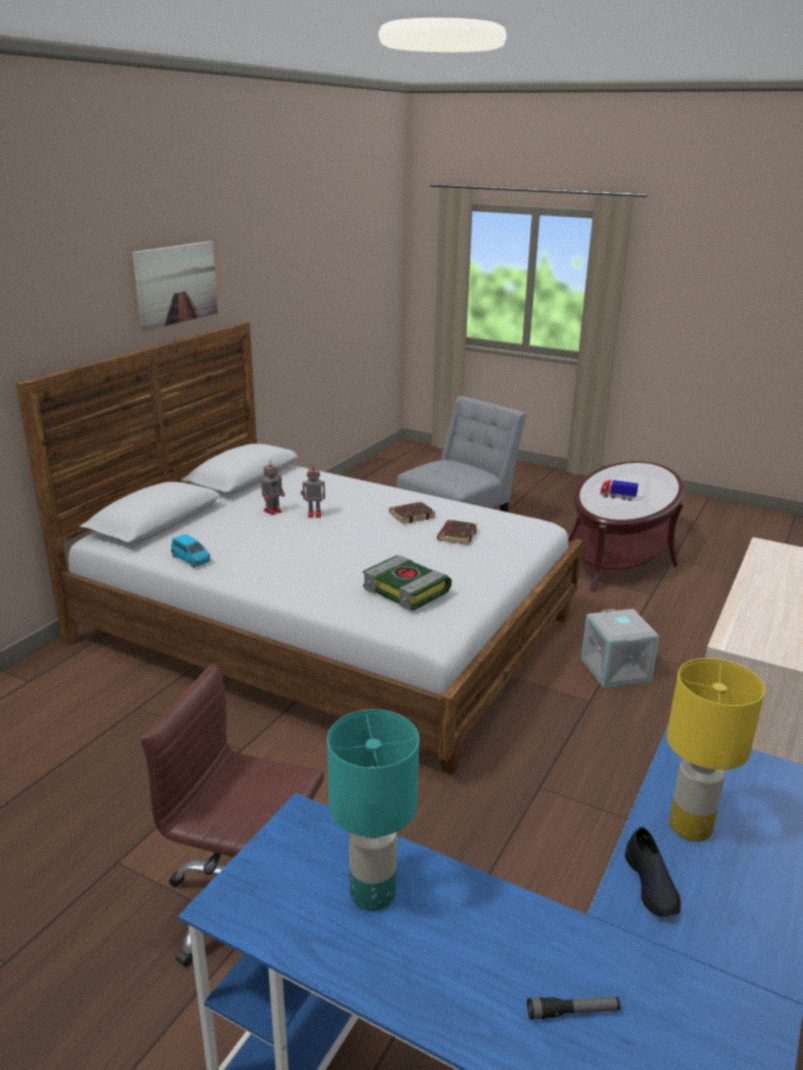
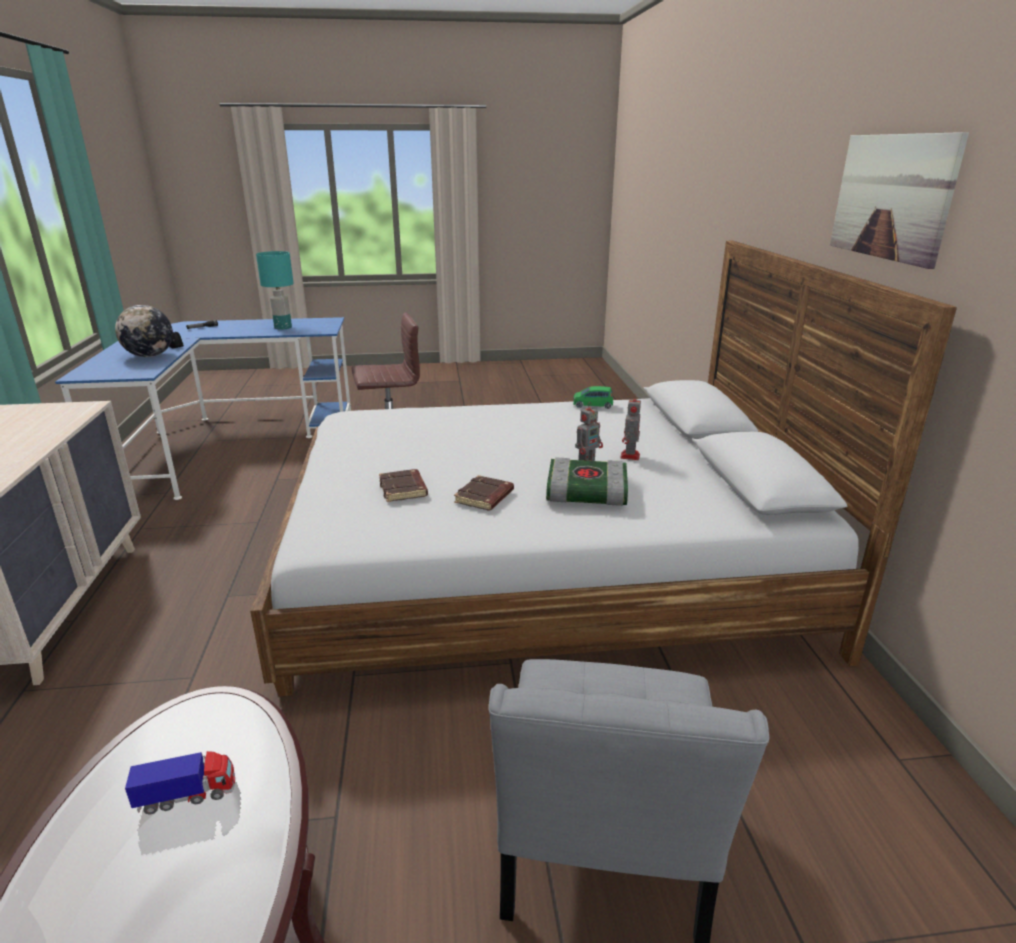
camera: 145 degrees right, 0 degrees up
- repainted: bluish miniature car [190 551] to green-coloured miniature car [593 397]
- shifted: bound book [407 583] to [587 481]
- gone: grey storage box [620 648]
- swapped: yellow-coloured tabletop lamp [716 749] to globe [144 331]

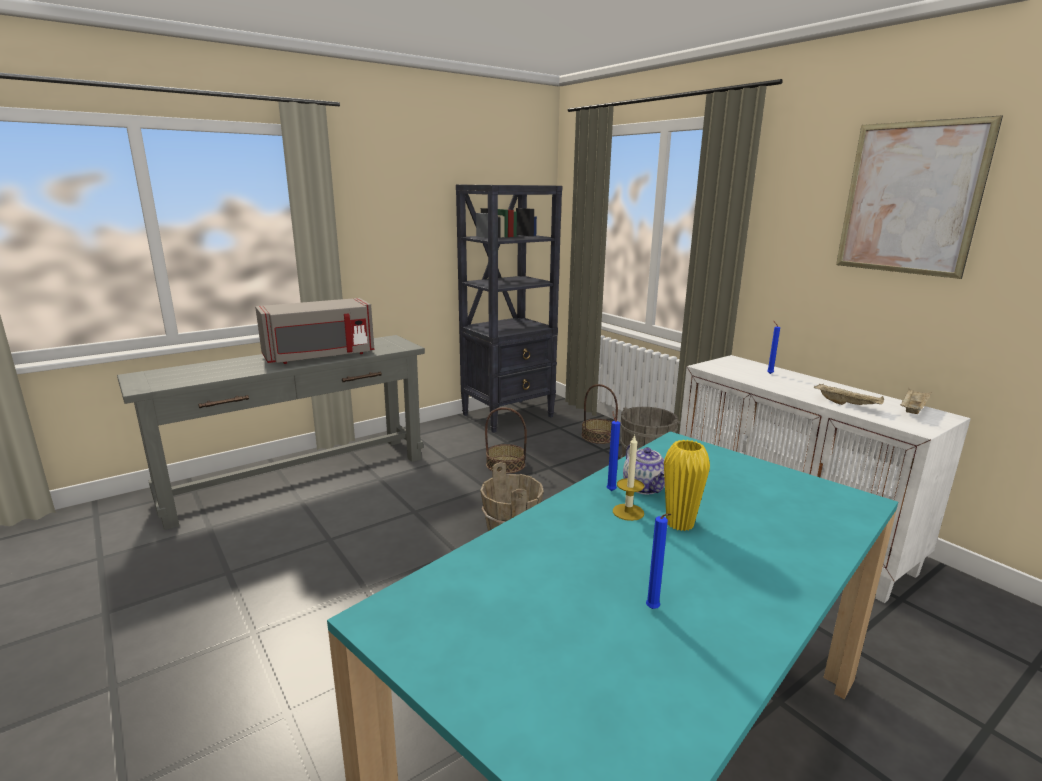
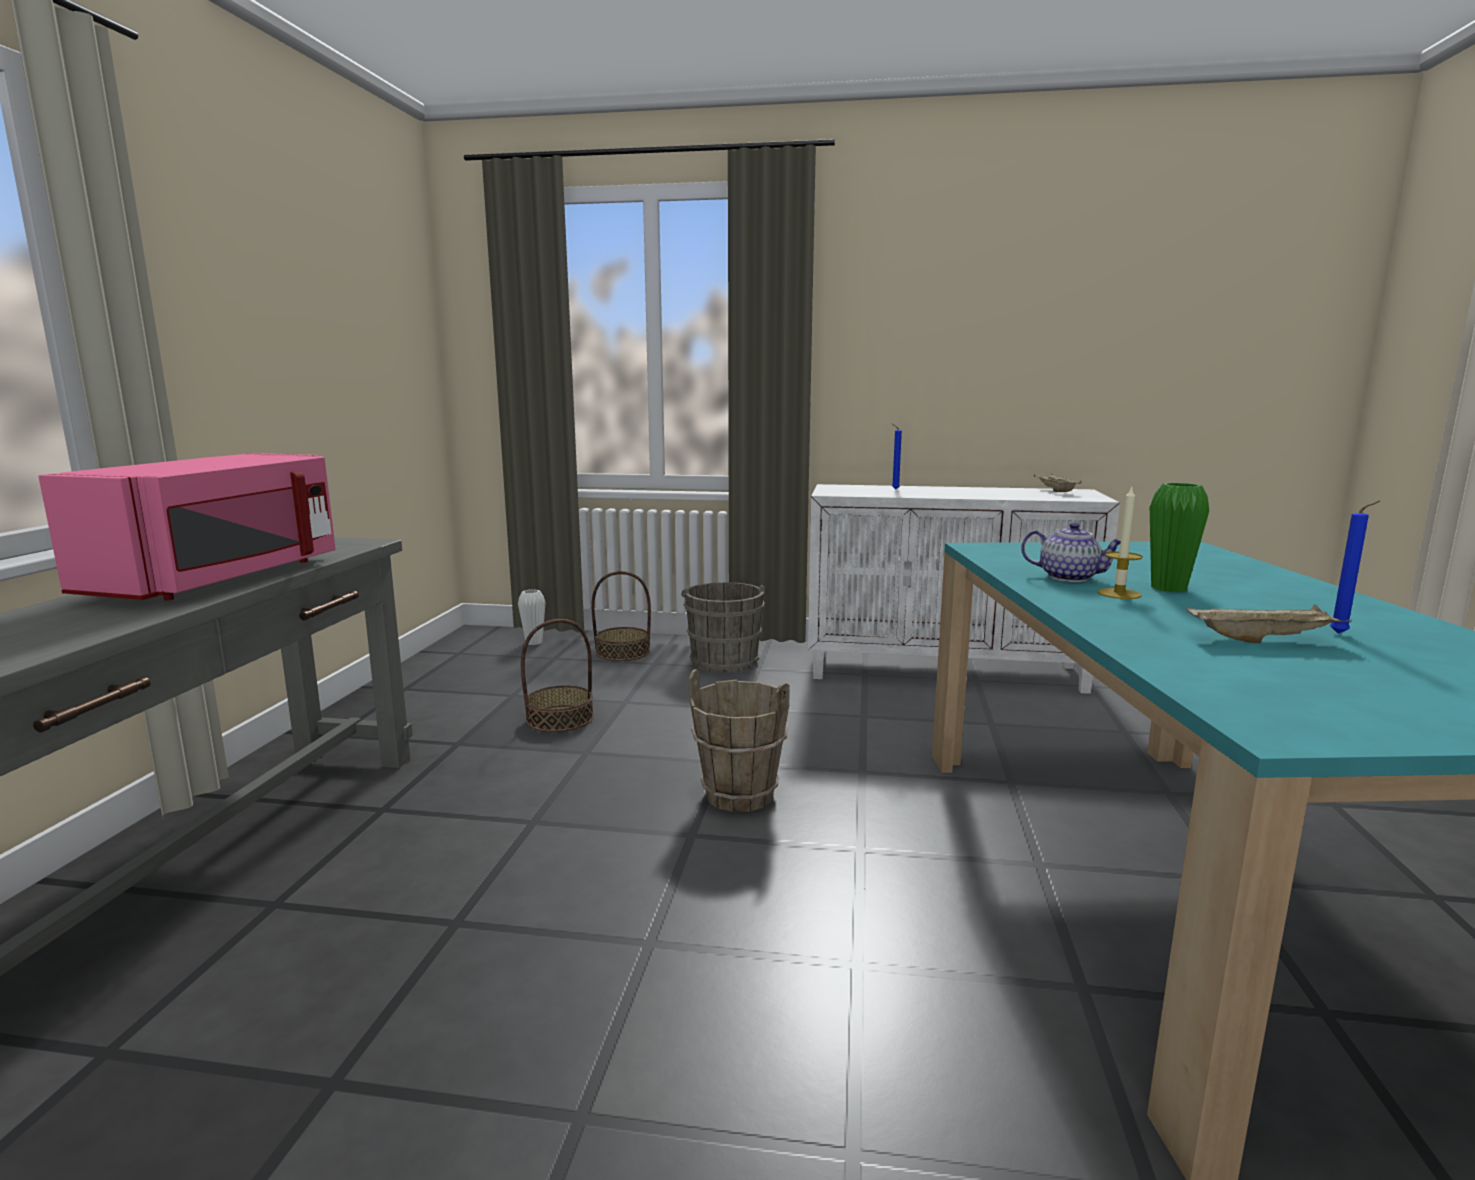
camera: 45 degrees left, 5 degrees down
- gone: wall art [919 197]
- gone: black-coloured bookcase [509 309]
- repainted: grey microwave [314 331] to pink microwave [186 526]
- shifted: beige serving tray [849 394] to [1269 623]
- gone: bluish candle [613 451]
- repainted: yellow-coloured decorative vase [687 485] to green-coloured decorative vase [1179 537]
- new: whitish decorative vase [531 617]

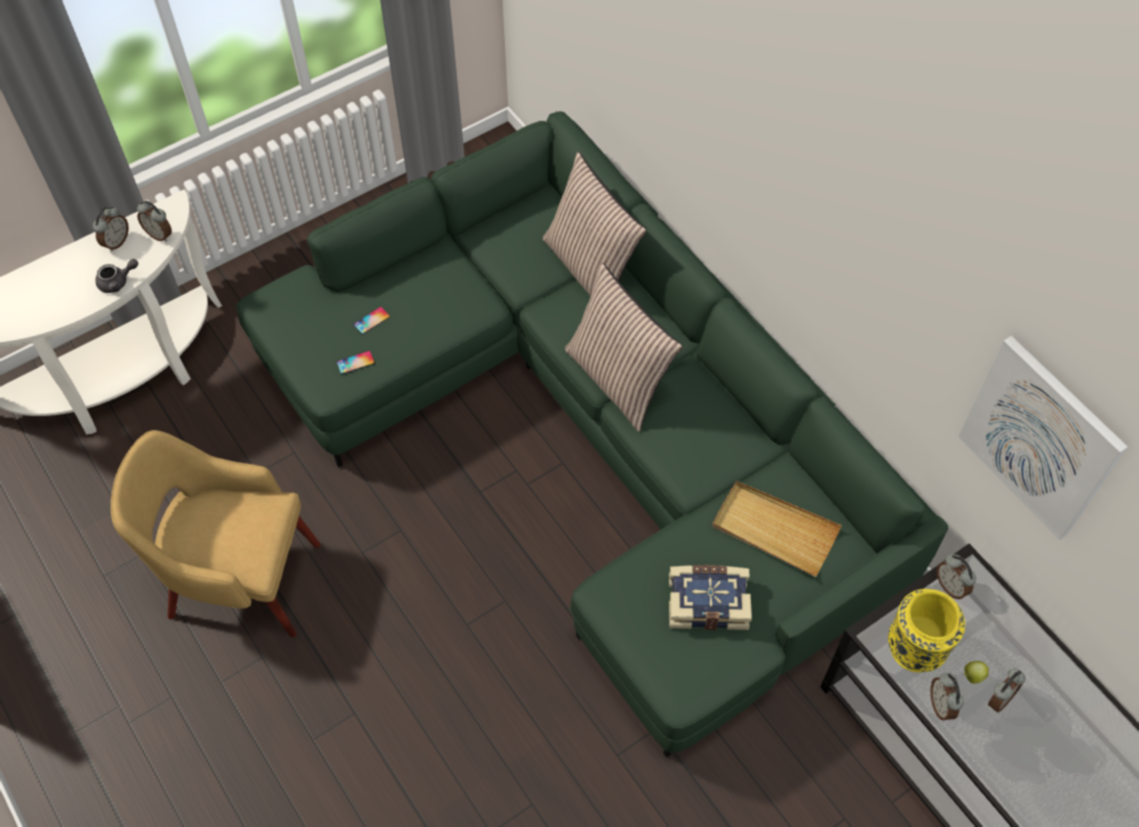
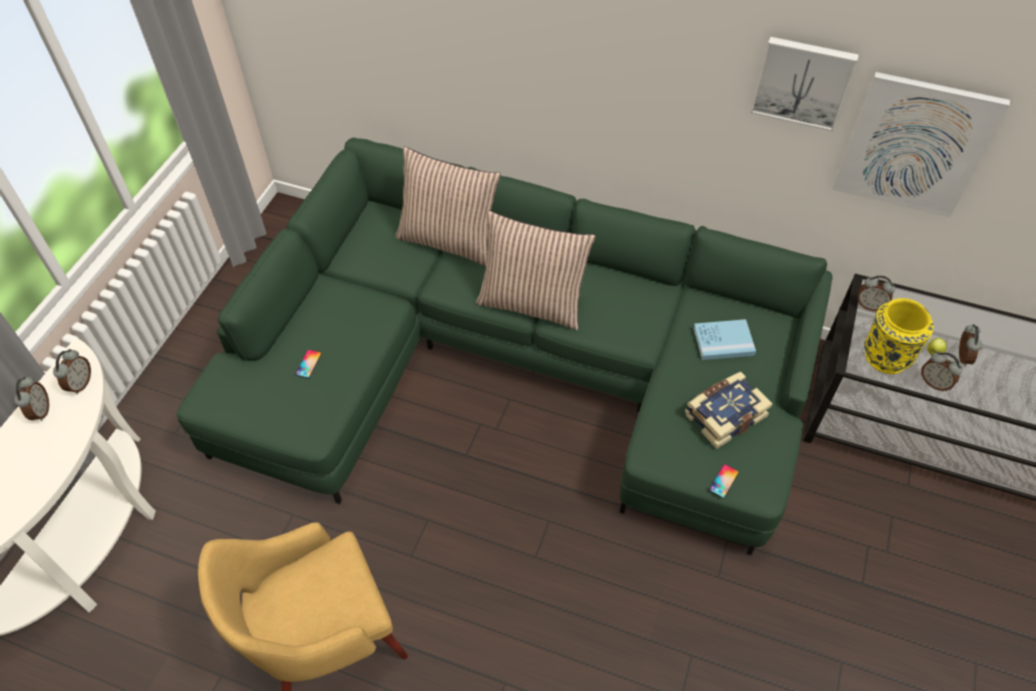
camera: 35 degrees left, 5 degrees down
- rotated: table clock [154 221] = [72 371] 75 degrees counterclockwise
- gone: grey tea pot [116 276]
- shifted: phone [356 362] to [724 481]
- swapped: beige serving tray [777 529] to bluish bound book [724 339]
- new: wall art [805 84]

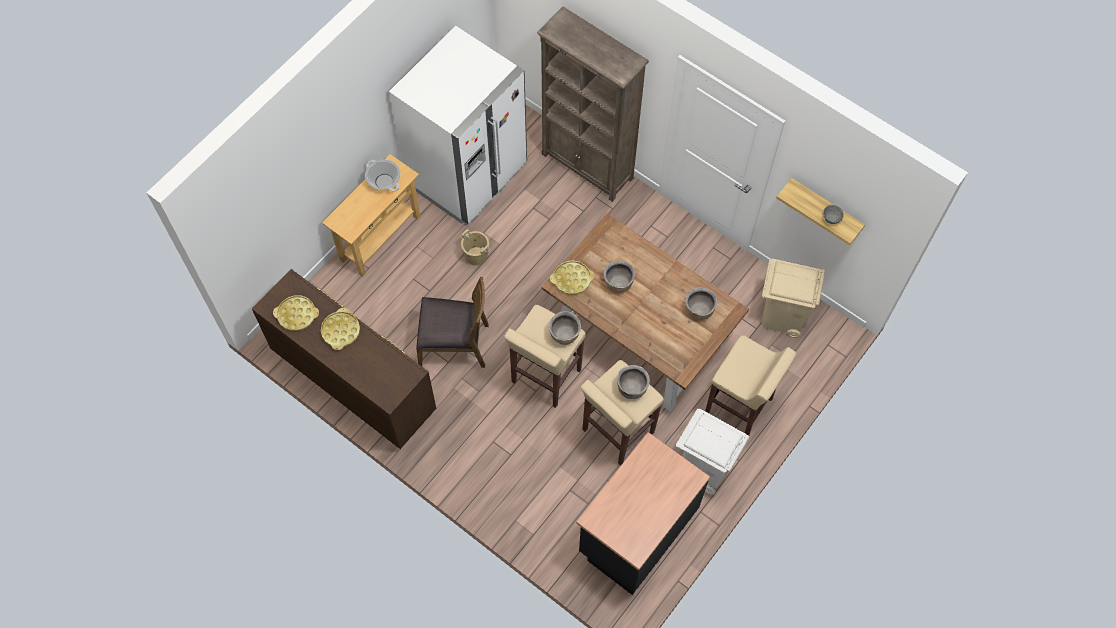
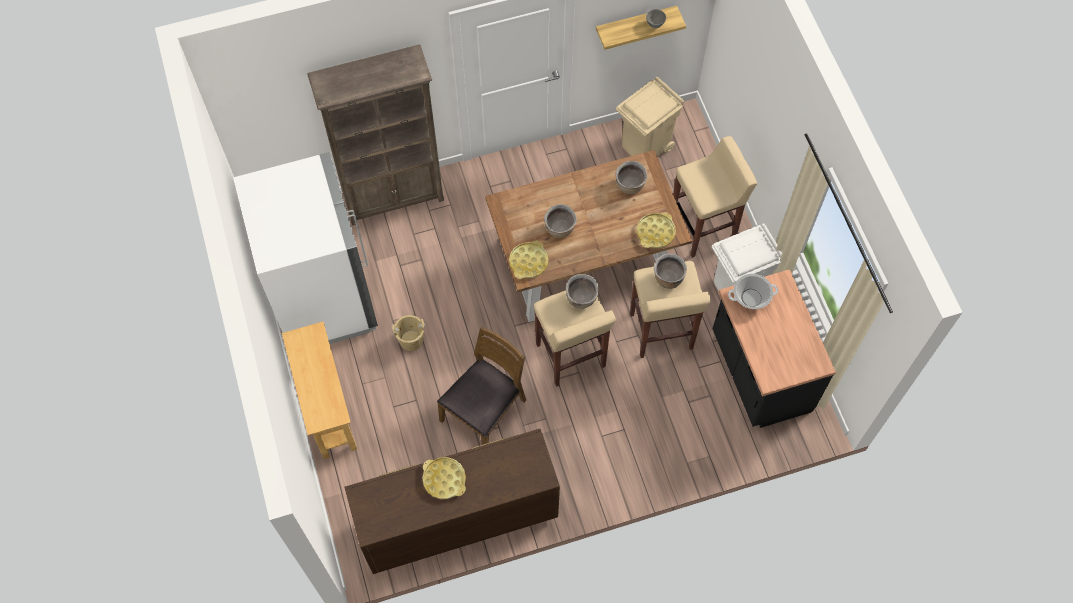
camera: 55 degrees left, 0 degrees up
- shifted: stockpot [382 175] to [753 291]
- shifted: yellow-coloured serving tray [296 313] to [656 230]

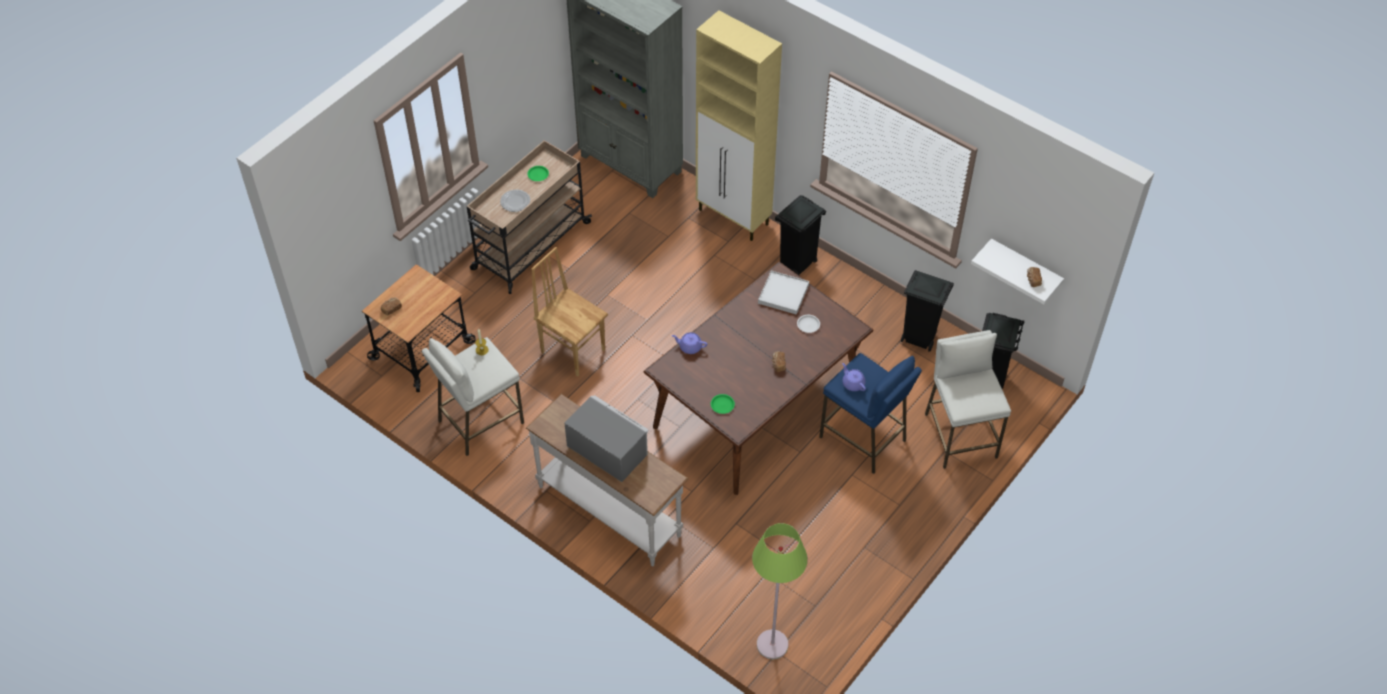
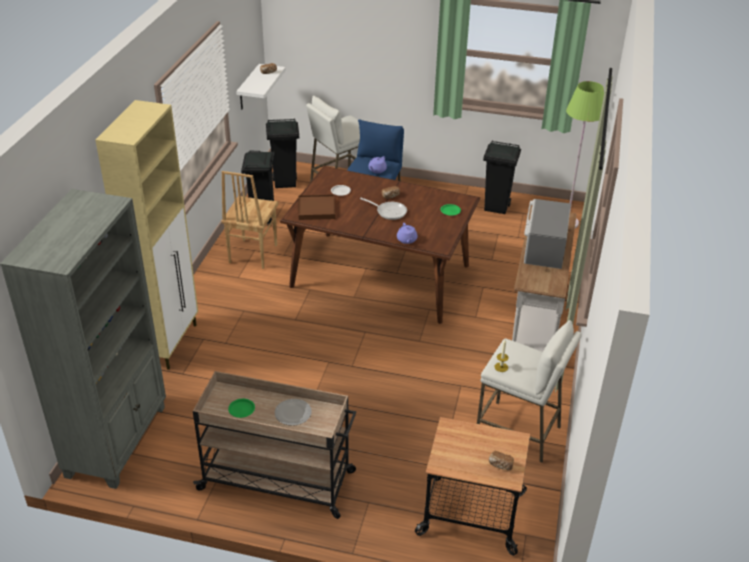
camera: 115 degrees left, 15 degrees down
- shifted: black-coloured trash can [800 235] to [502 177]
- shifted: brown-coloured upright chair [569 312] to [250 220]
- repainted: whitish serving tray [783 293] to brown-coloured serving tray [316 207]
- new: frying pan [383 209]

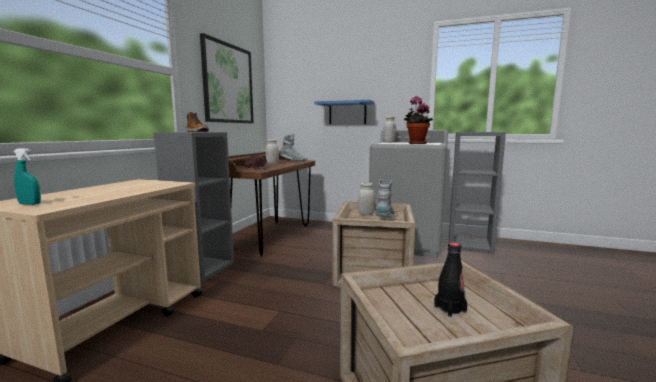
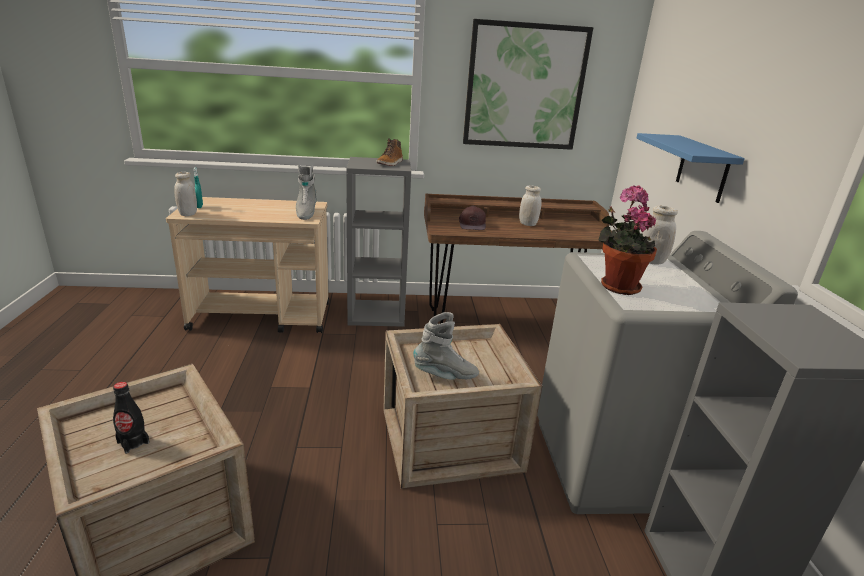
camera: 65 degrees right, 15 degrees up
- shifted: grey boot [292 147] to [306 192]
- shifted: whitish preserve jar [366 198] to [185 194]

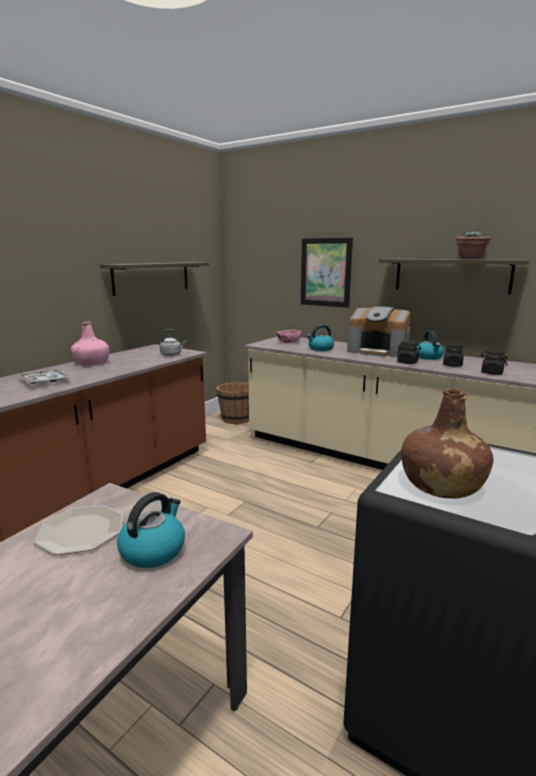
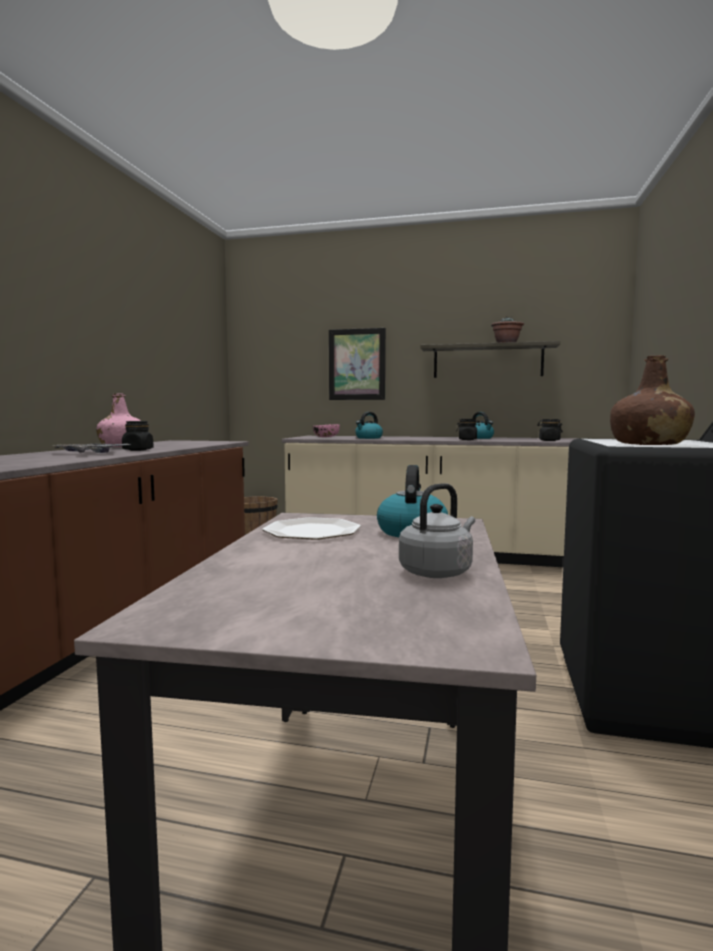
camera: 20 degrees left, 10 degrees down
- gone: shelf [154 279]
- gone: coffee brewer [379 332]
- shifted: grey tea kettle [173 342] to [437 530]
- shifted: black-coloured preserve jar [453 355] to [138 436]

